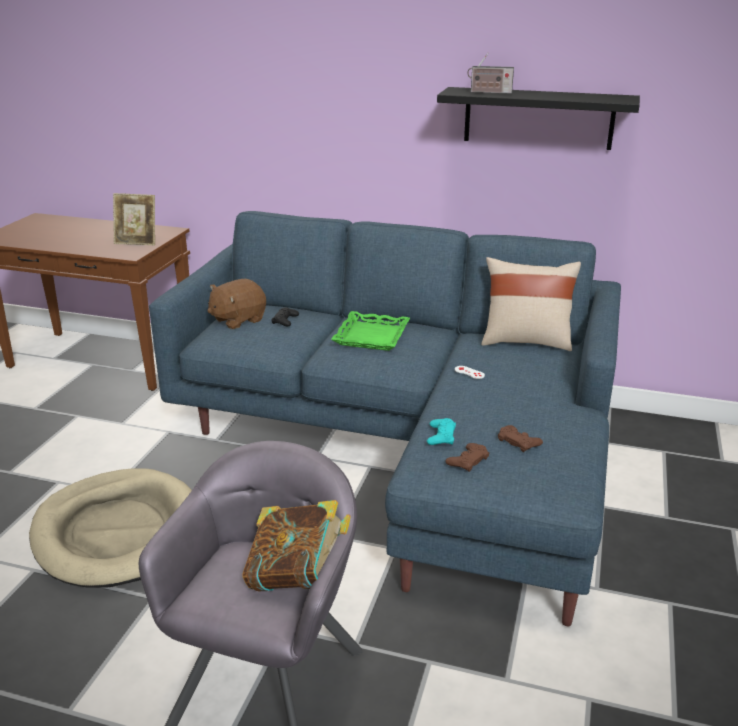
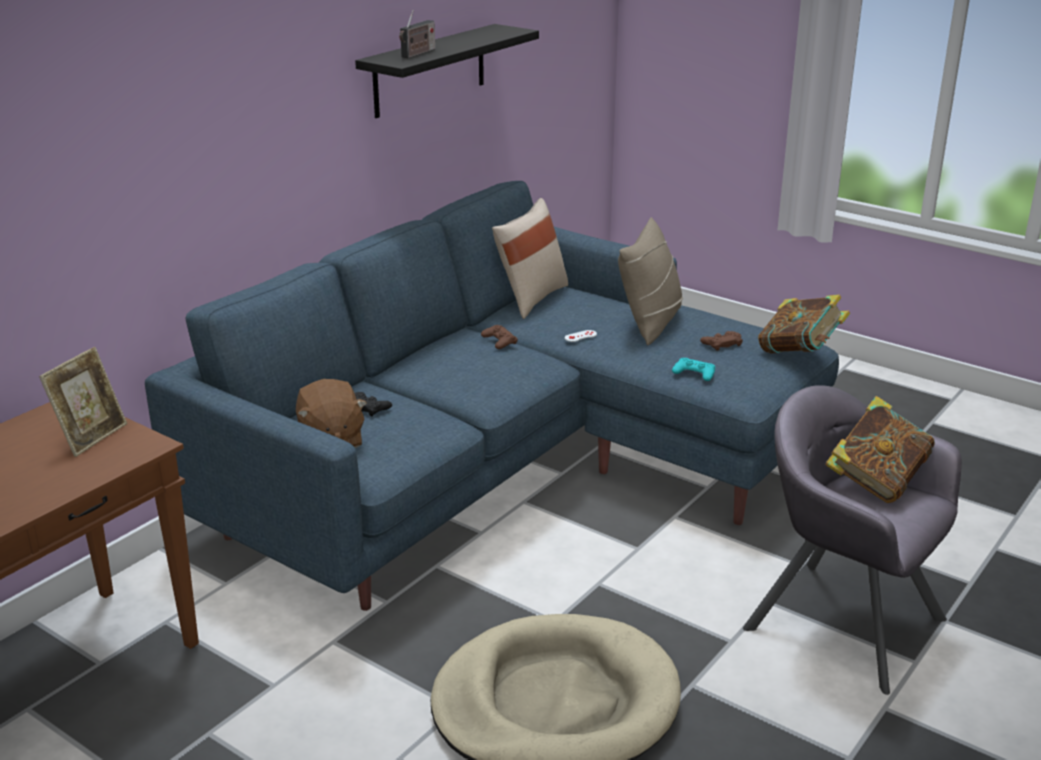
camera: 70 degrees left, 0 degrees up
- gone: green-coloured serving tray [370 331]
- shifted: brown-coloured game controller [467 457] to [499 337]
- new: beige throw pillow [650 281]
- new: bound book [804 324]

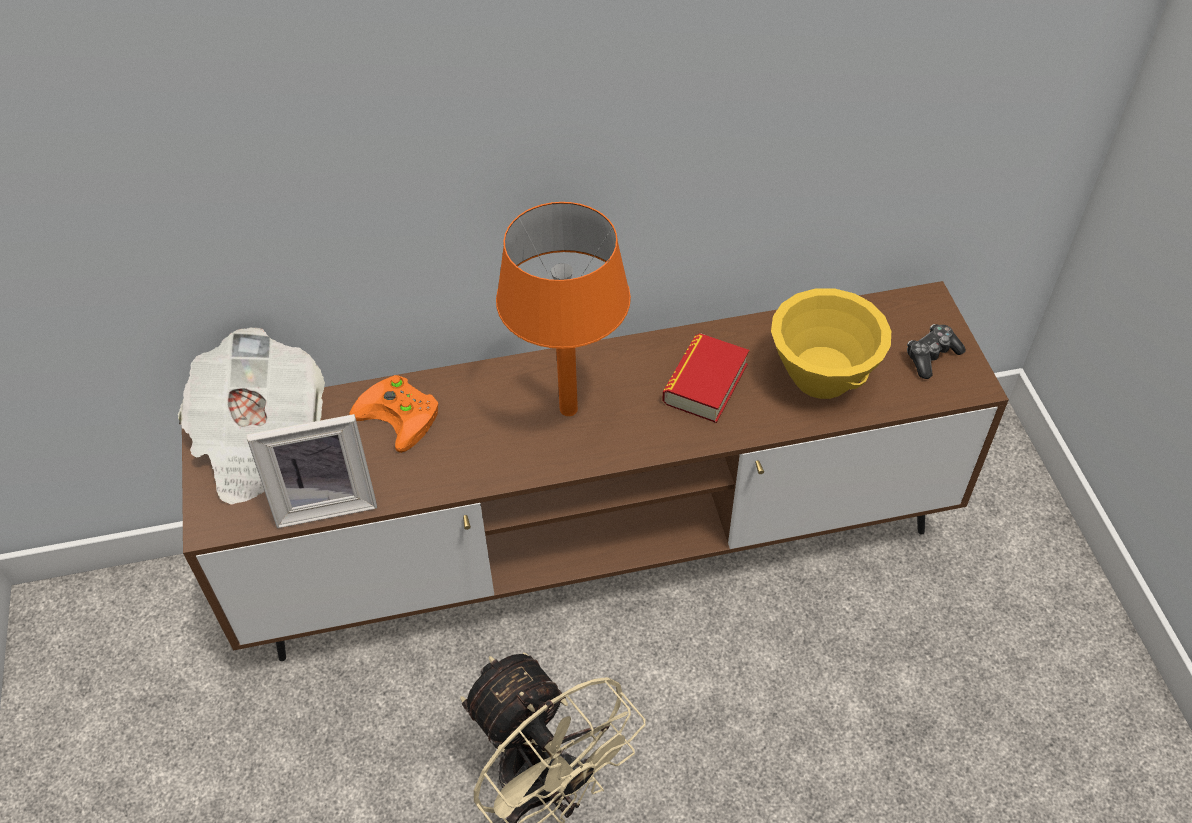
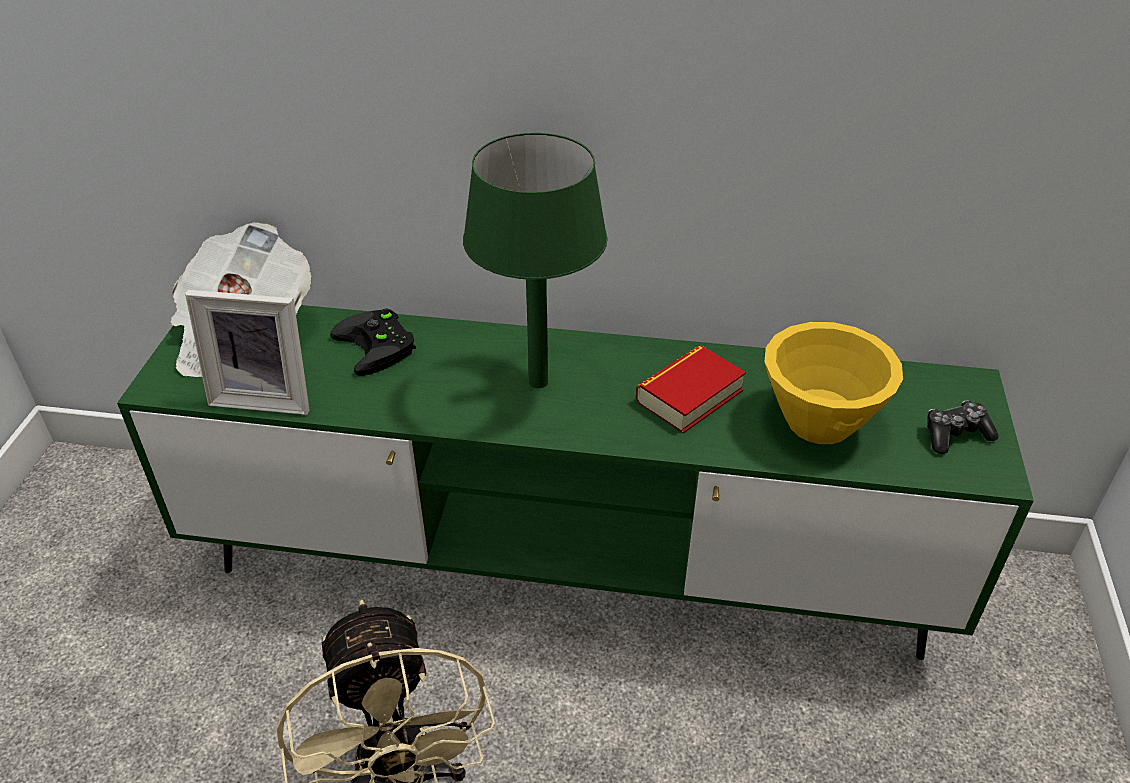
camera: 20 degrees right, 10 degrees down
- repainted: orangey tabletop lamp [563 309] to green-coloured tabletop lamp [535 260]
- repainted: brown-coloured media console [595 471] to green-coloured media console [575 482]
- repainted: orangey game controller [393 414] to black-coloured game controller [373 342]

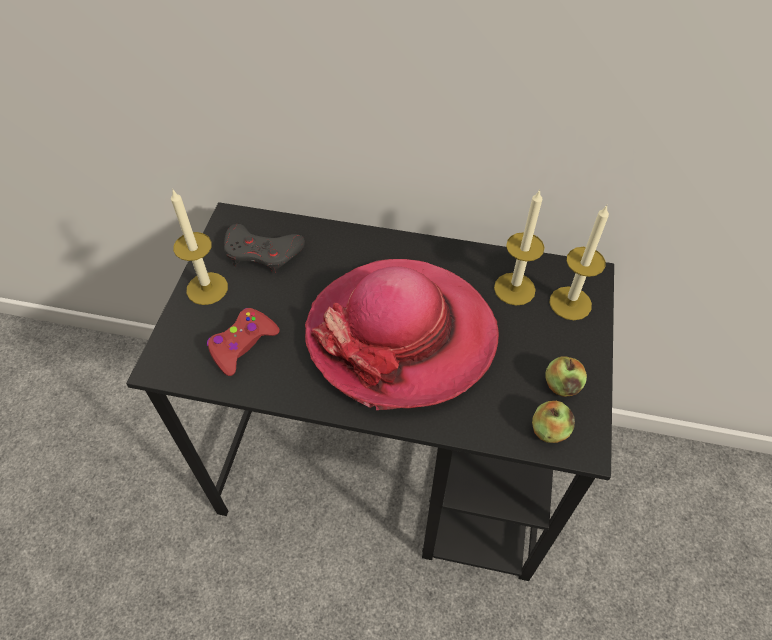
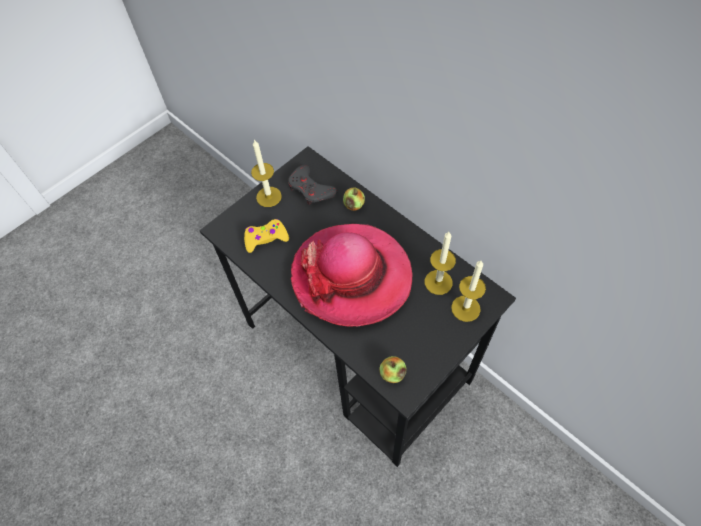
camera: 35 degrees right, 5 degrees up
- repainted: red game controller [243 342] to yellow-coloured game controller [266 236]
- shifted: whole apple [566 377] to [354 199]

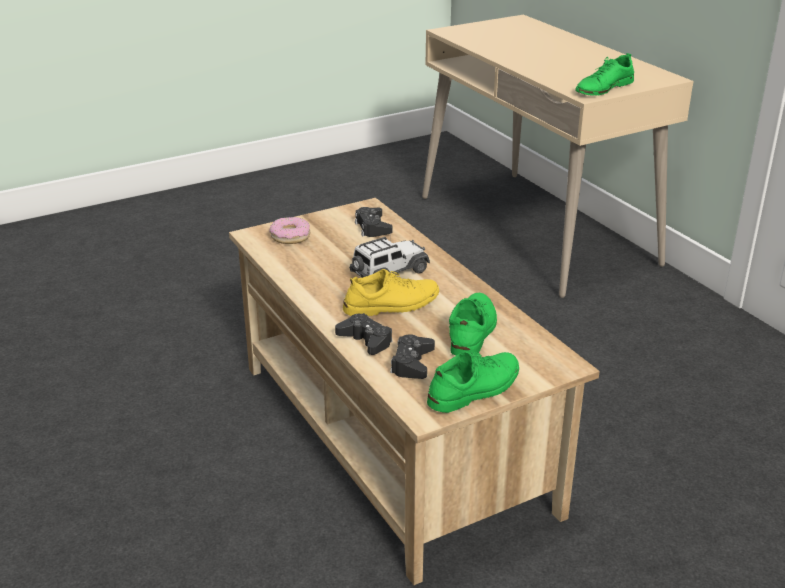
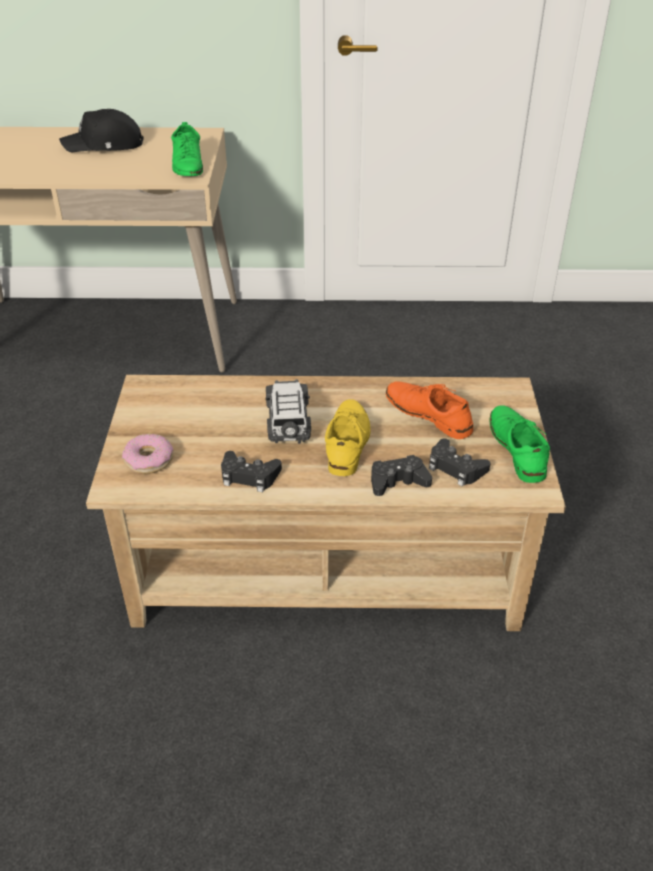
camera: 60 degrees left, 10 degrees up
- shifted: black-coloured game controller [373 222] to [251 471]
- repainted: green-coloured shoe [473 324] to orangey shoe [429 410]
- new: black-coloured cap [101 130]

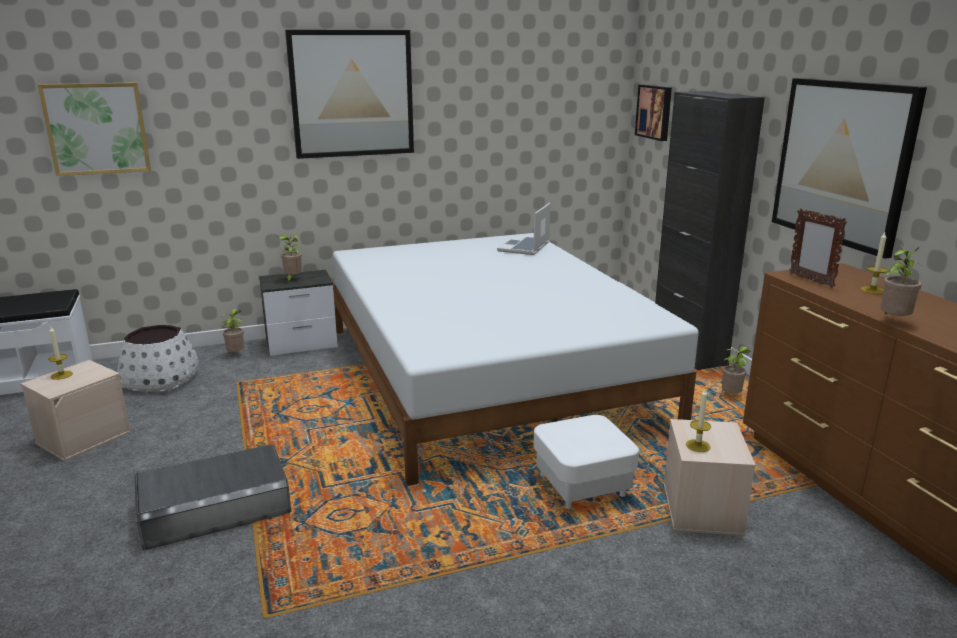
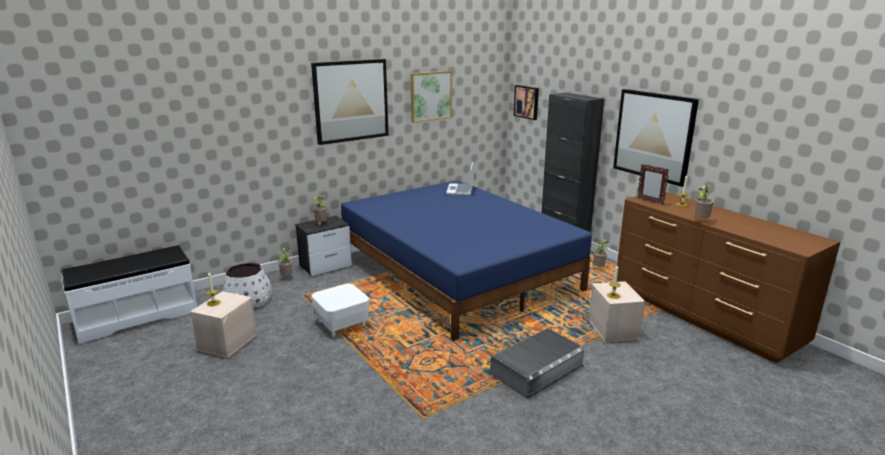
camera: 15 degrees left, 0 degrees up
- shifted: wall art [94 129] to [431 97]
- repainted: whitish bed [516 359] to bluish bed [466 260]
- shifted: whitish pouffe [586 462] to [341 310]
- shifted: grey storage box [213 497] to [537 363]

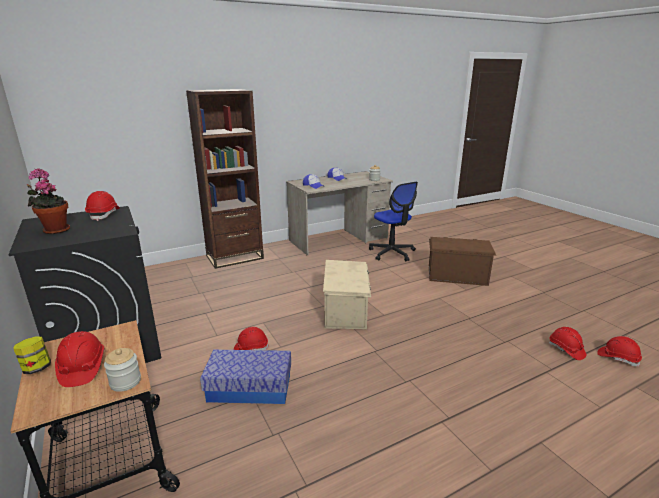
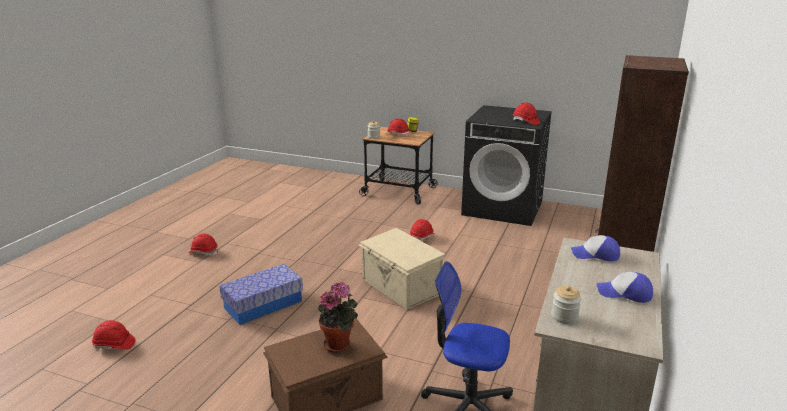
camera: 140 degrees right, 0 degrees up
- shifted: potted plant [48 201] to [337 317]
- shifted: red work helmet [567 343] to [203 244]
- shifted: storage box [245 376] to [261 294]

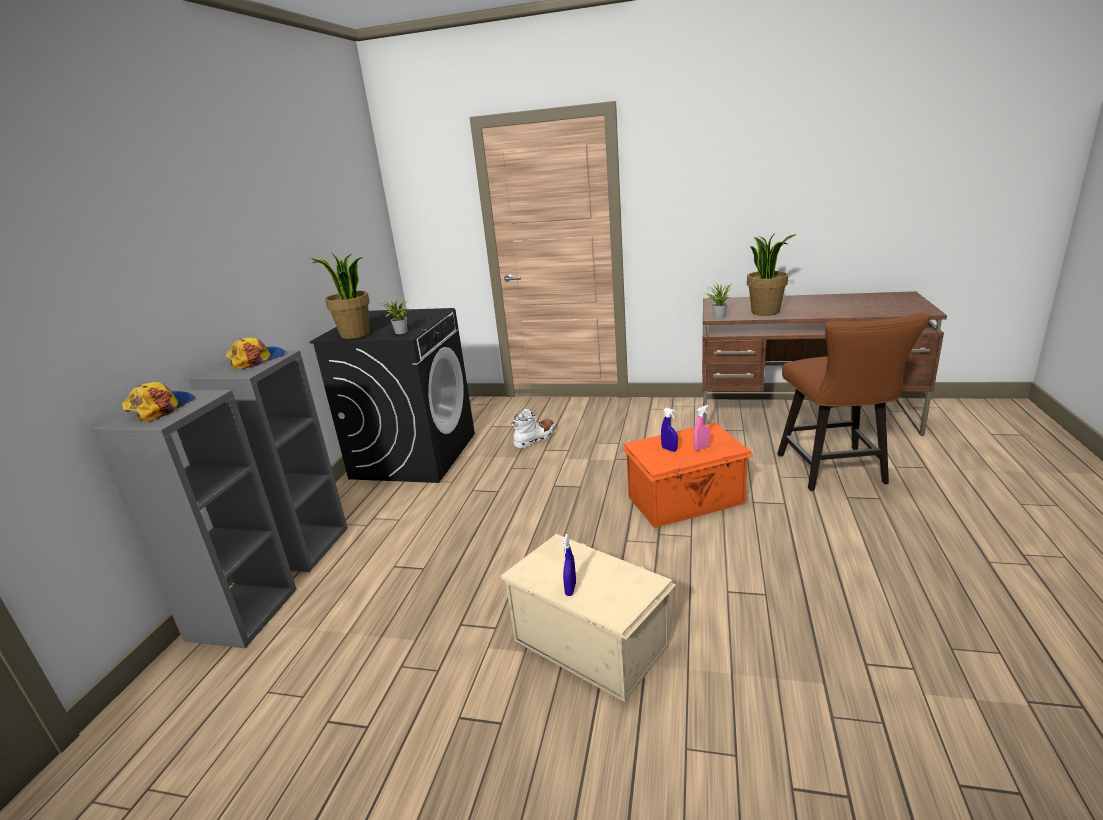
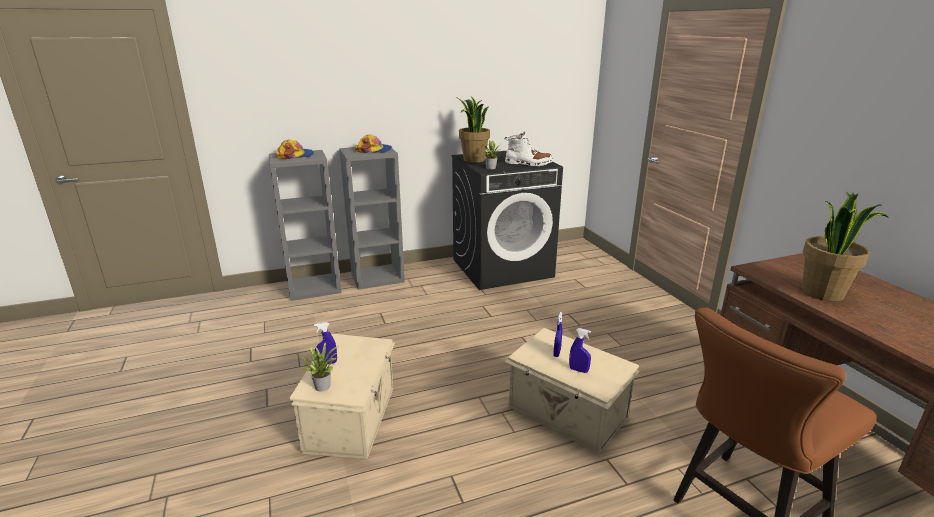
camera: 55 degrees right, 0 degrees up
- shifted: potted plant [718 300] to [319 366]
- repainted: pink spray bottle [701 428] to bluish spray bottle [580 350]
- shifted: whitish boot [533 428] to [528 149]
- repainted: orangey storage box [688 475] to beige storage box [572 391]

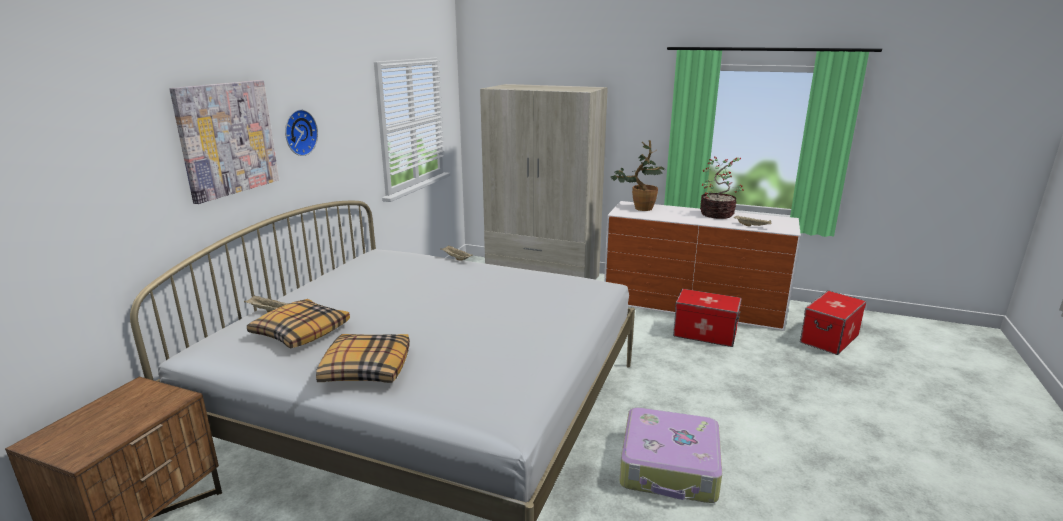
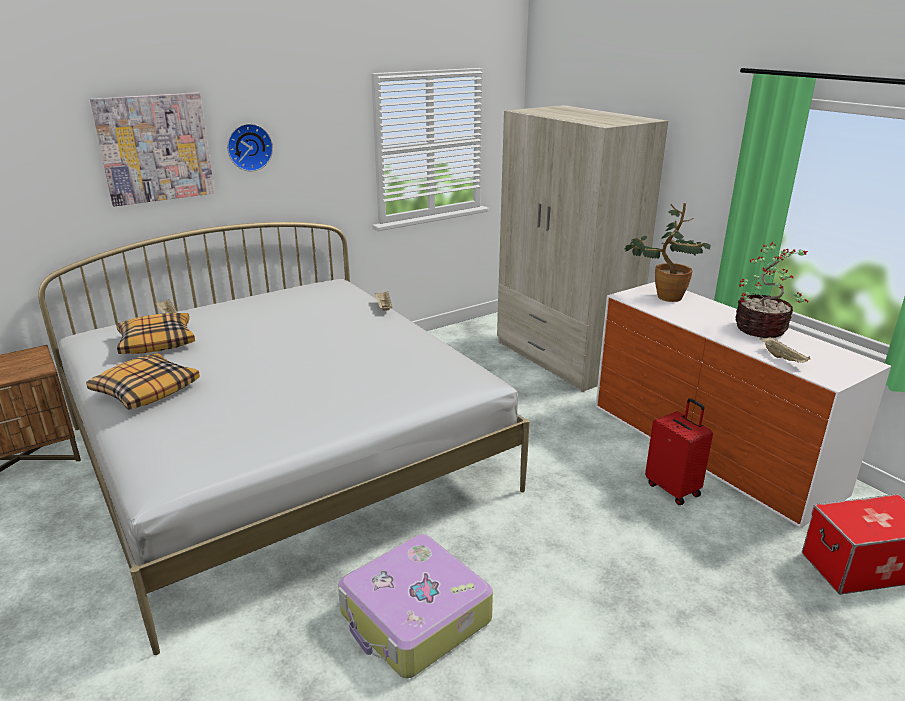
camera: 35 degrees right, 5 degrees up
- swapped: storage box [707 318] to red suitcase [679 451]

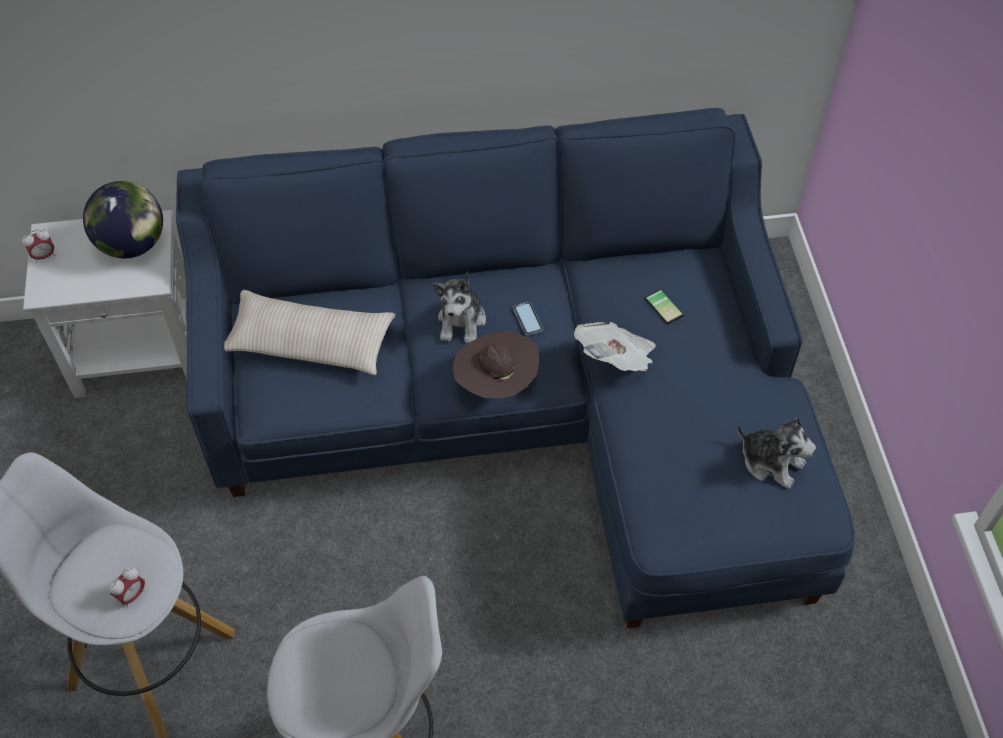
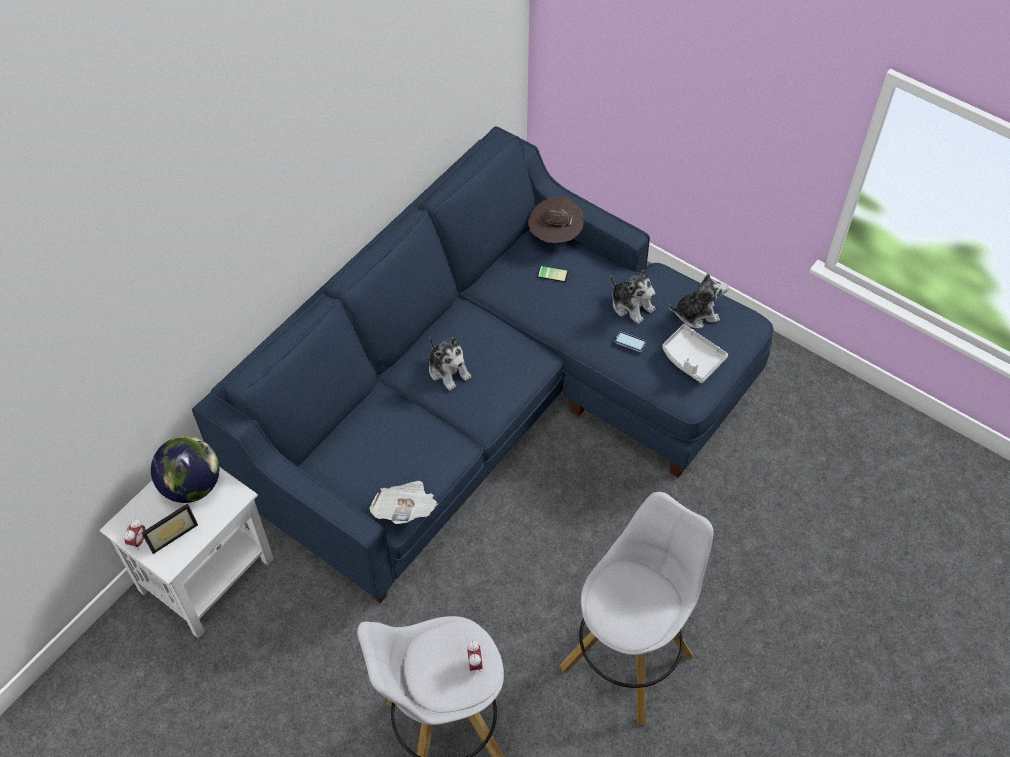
camera: 45 degrees left, 0 degrees up
- gone: beige throw pillow [309 332]
- shifted: phone [528 319] to [630 341]
- shifted: newspaper [615 346] to [403 502]
- shifted: brown-coloured clothing hat [496 364] to [556 219]
- new: plush toy [632 297]
- new: grey serving tray [695 353]
- new: picture frame [170 529]

